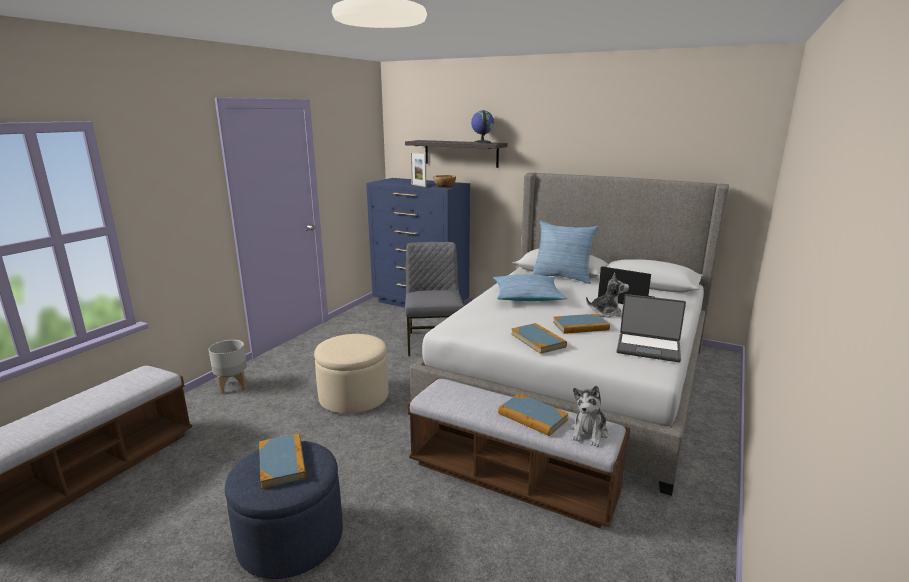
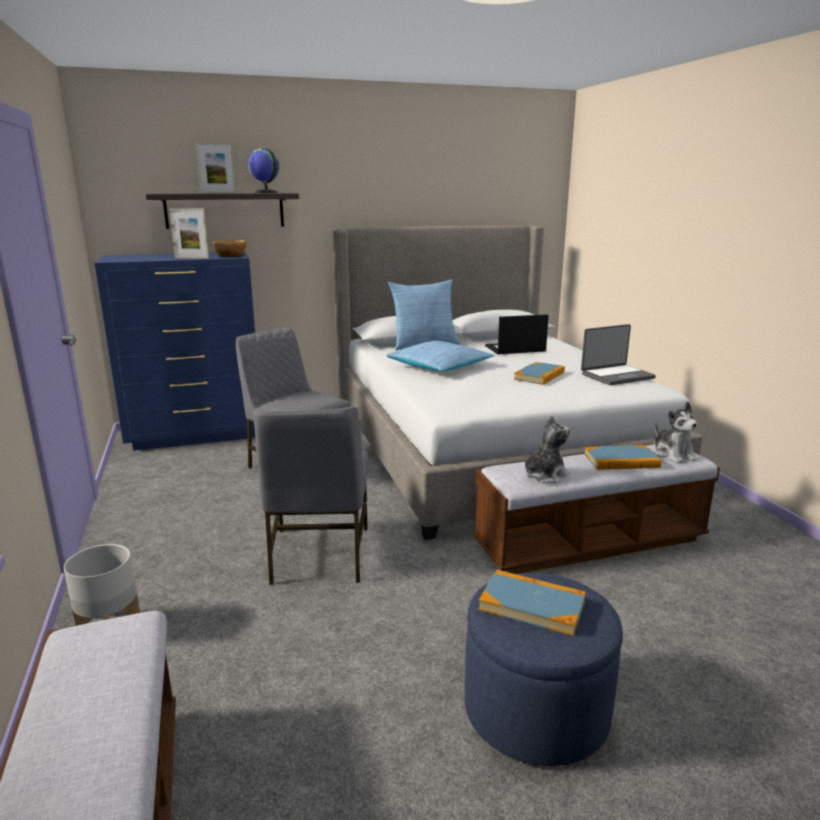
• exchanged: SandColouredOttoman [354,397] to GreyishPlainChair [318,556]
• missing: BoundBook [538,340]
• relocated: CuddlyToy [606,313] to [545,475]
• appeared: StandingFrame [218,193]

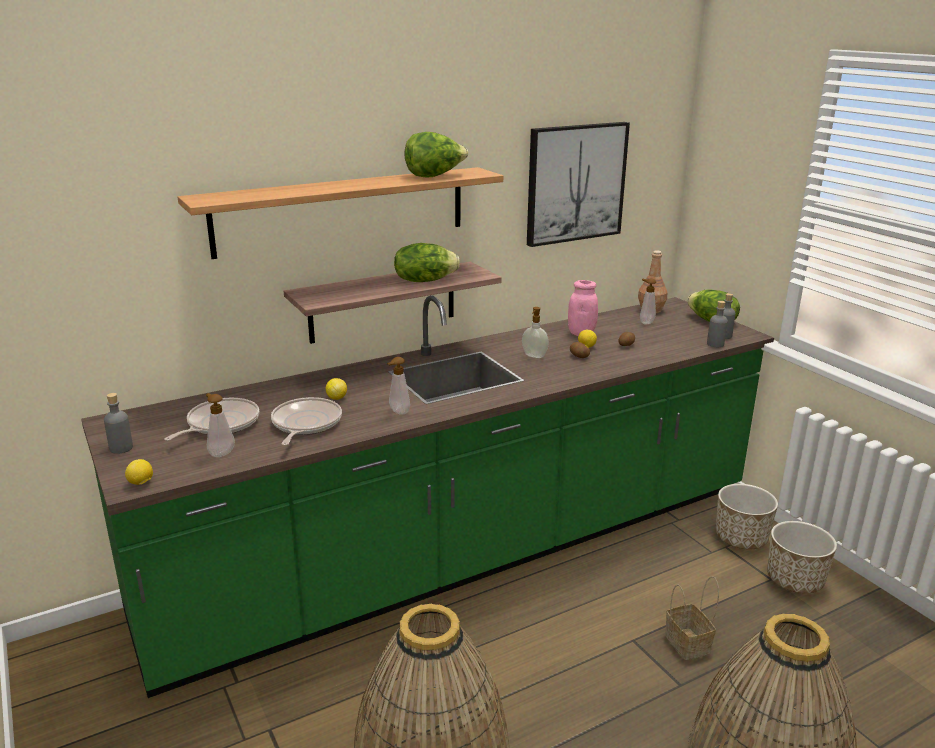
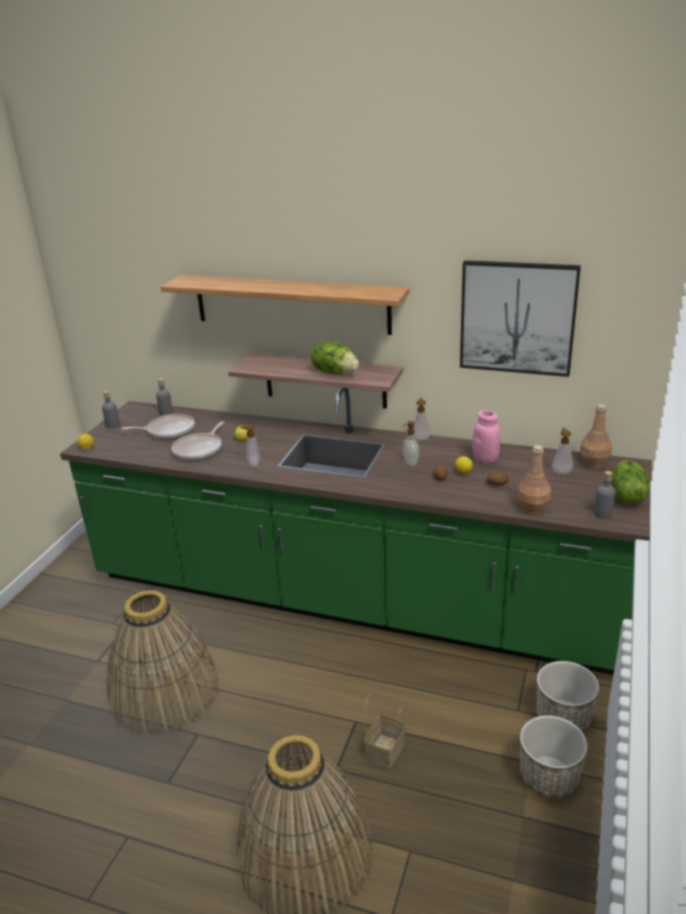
• relocated: SoapBottle [221,453] to [420,438]
• spun: Pan [305,424] = [199,449] 150 degrees clockwise
• missing: LettuceHead [434,176]
• relocated: GreyishDrinkBottle [715,344] to [166,412]
• appeared: BrownishDrinkBottle [533,508]

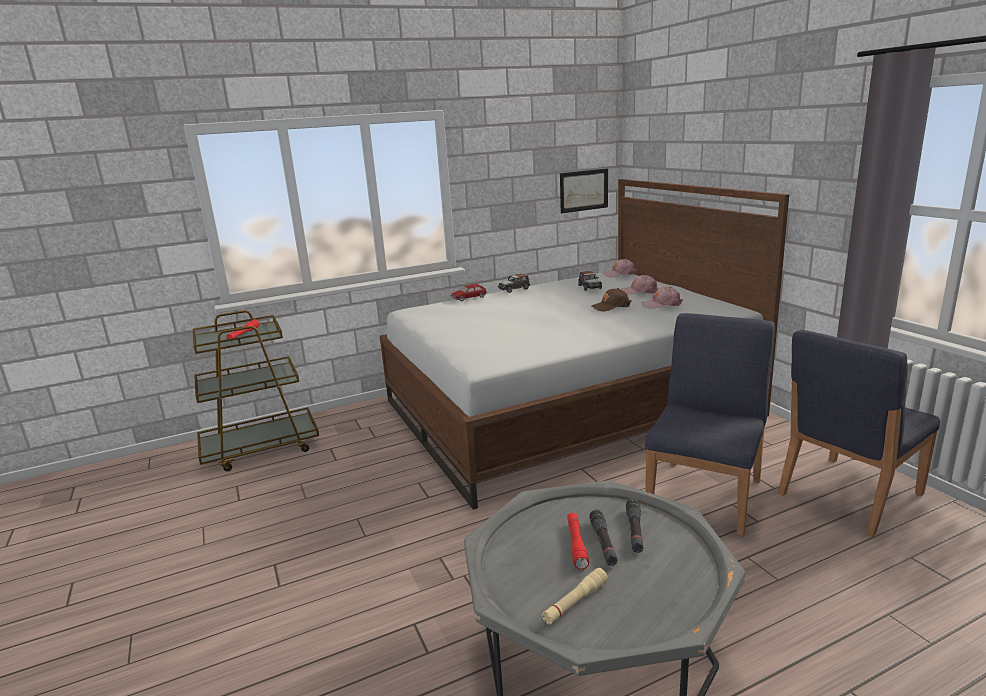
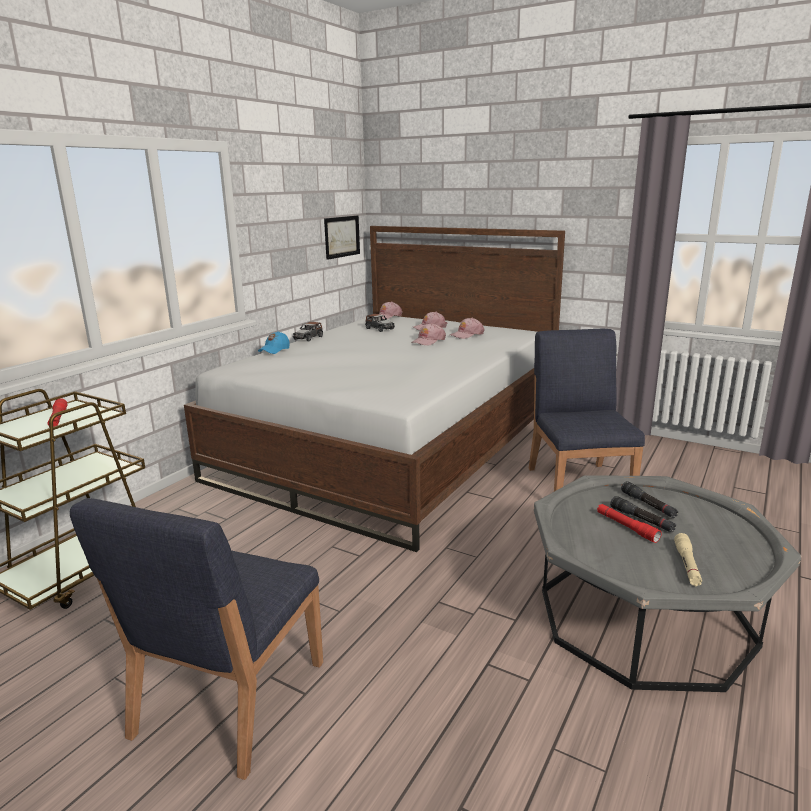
• exchanged: ToyCar [469,298] to BlueCap [274,350]
• colour: BrownishCap [611,306] to PinkCap [428,341]
• relocated: BluePlainChair [848,494] to [228,699]

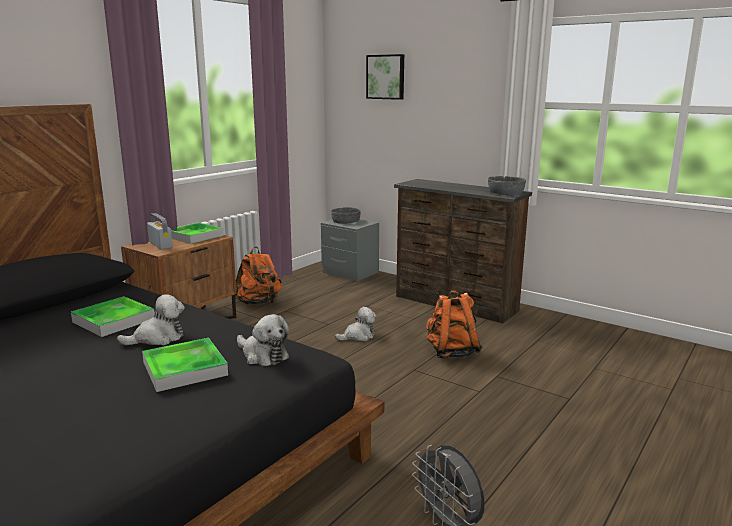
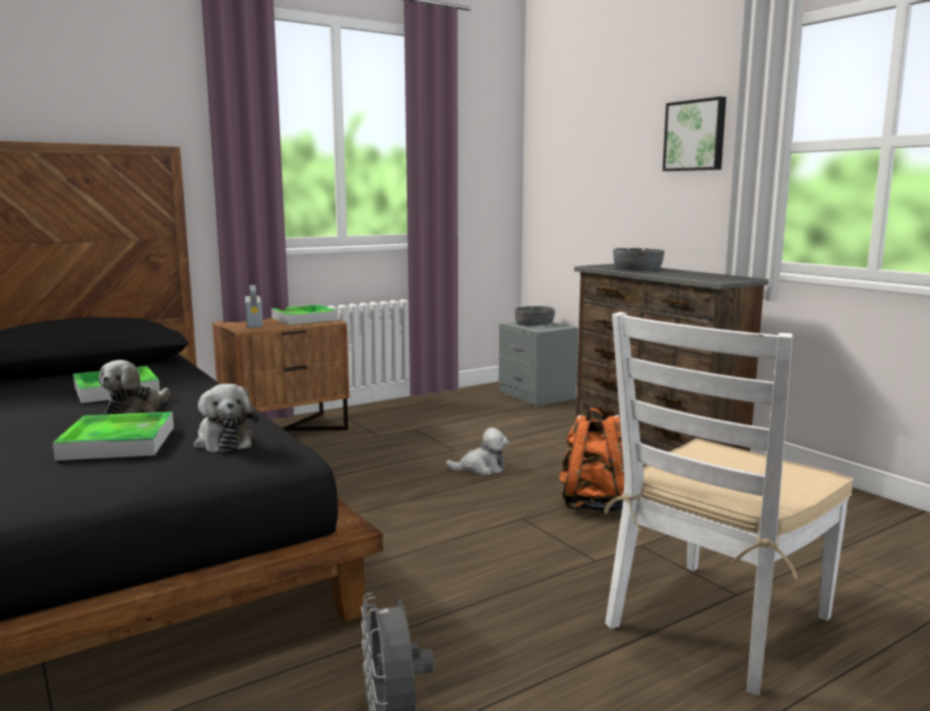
• spun: CuddlyToy [157,338] = [135,411] 120 degrees clockwise
• missing: OrangeyBackpack [259,303]
• relocated: WallArt [386,77] to [695,135]
• relocated: GreyishDeepDish [506,192] to [638,268]
• appeared: WhiteColouredPlainChair [717,622]

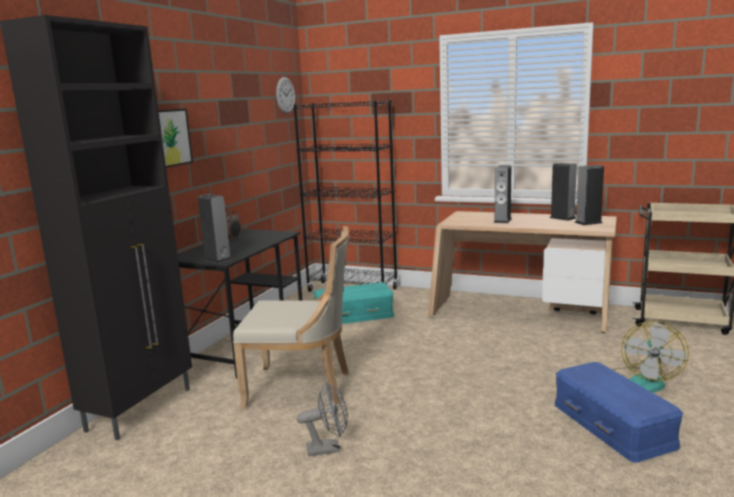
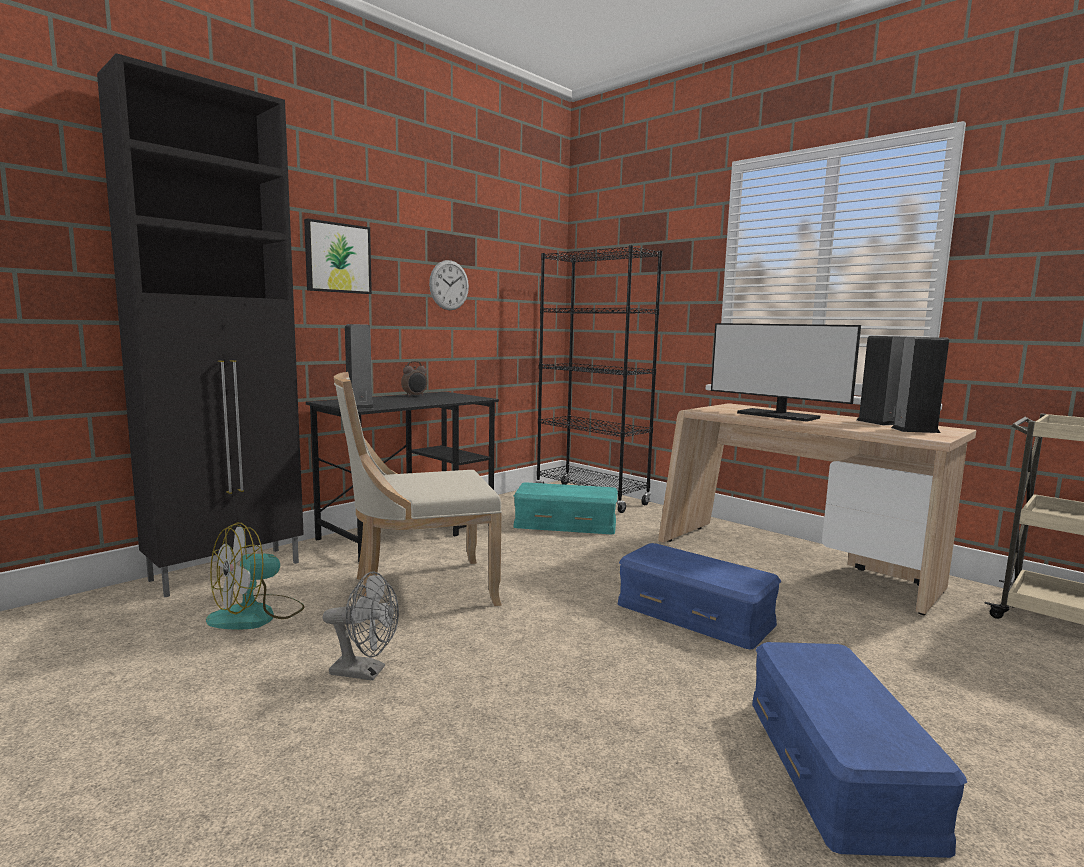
• spun: SandColouredPlainChair [302,387] = [418,589] 135 degrees clockwise
• relocated: WallClock [285,95] to [449,285]
• exchanged: AudioSpeaker [502,220] to ComputerScreen [777,415]
• relocated: ElectricFan [644,381] to [257,615]
• appeared: BlueStorageContainer [693,614]

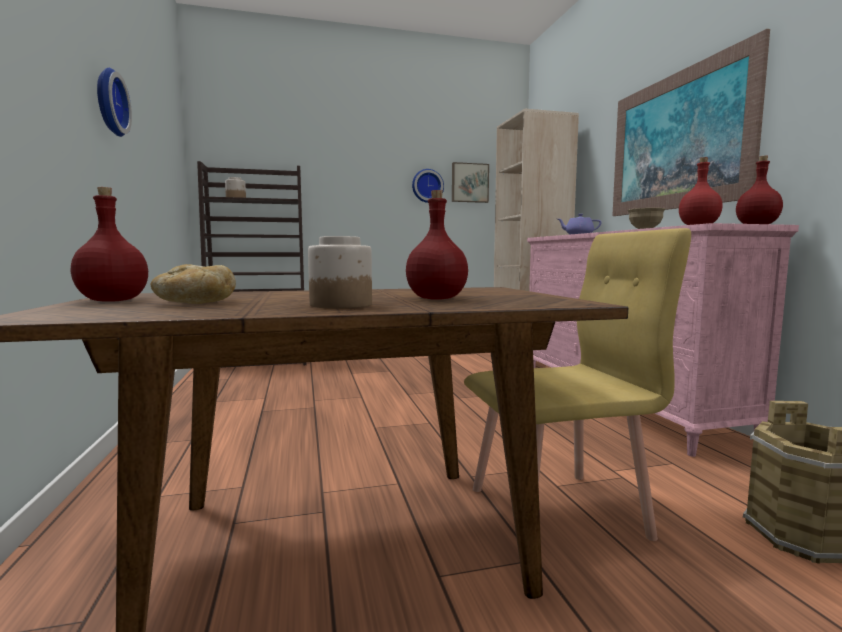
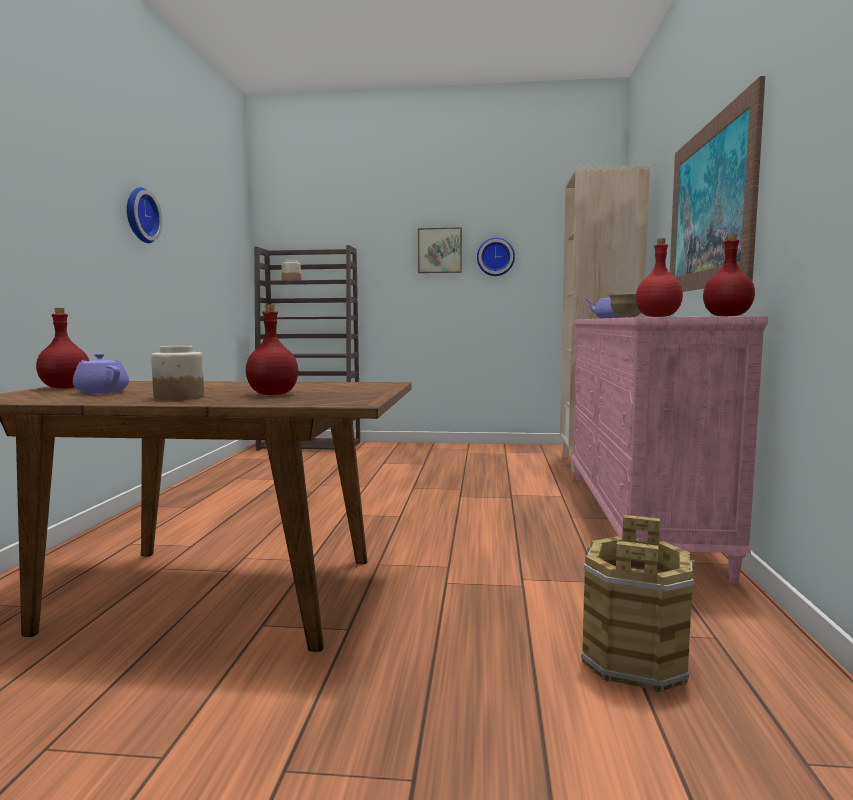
• exchanged: Bread [195,303] to PurpleTeaPot [101,392]
• relocated: WallArt [469,183] to [440,250]
• missing: YellowColouredPlainChair [558,512]

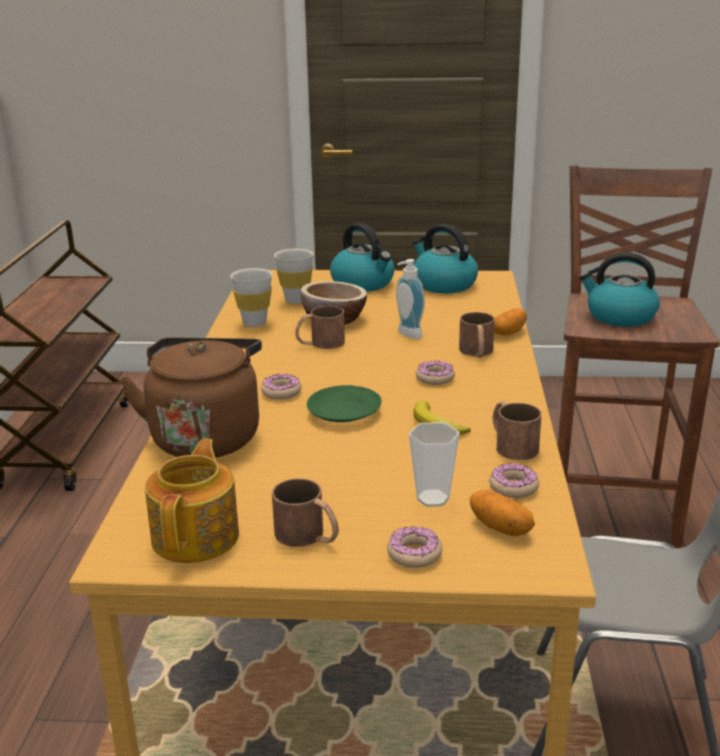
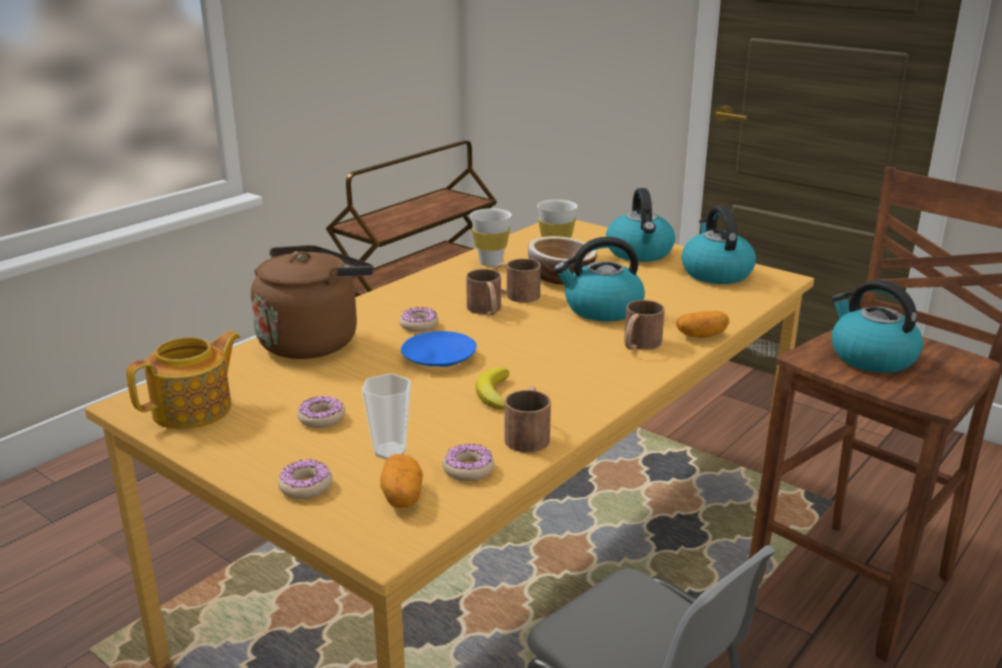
• relocated: BrownishMug [308,536] to [486,310]
• colour: GreenDinnerPlate [345,412] to BlueDinnerPlate [440,358]
• exchanged: SoapBottle [407,335] to TeaKettle [601,309]
• relocated: Doughnut [435,378] to [321,418]

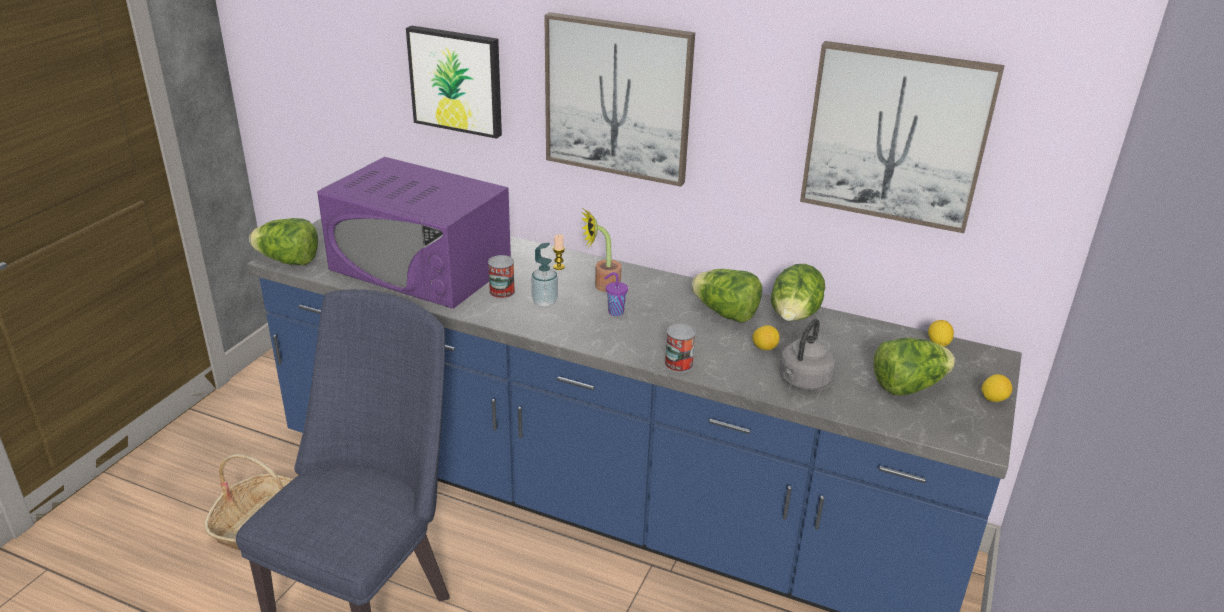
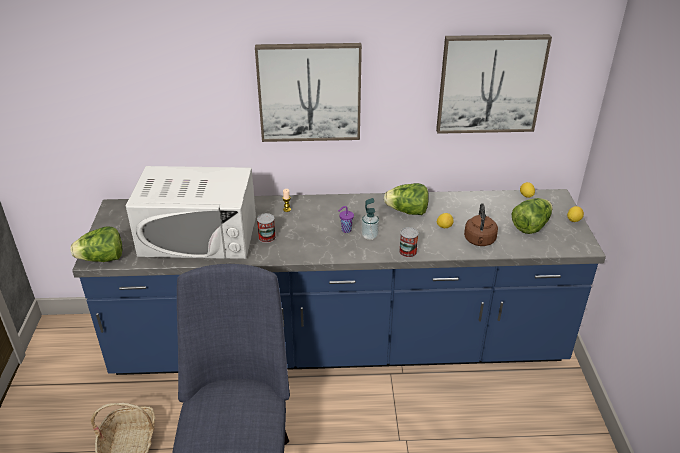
• colour: PurpleMicrowave [420,267] to WhiteColouredMicrowave [199,236]
• missing: WallArt [457,80]
• relocated: SoapBottle [544,302] to [369,236]
• missing: PottedPlant [602,286]
• missing: LettuceHead [794,318]
• colour: GreyishTeaKettle [803,382] to BrownishTeaKettle [479,241]

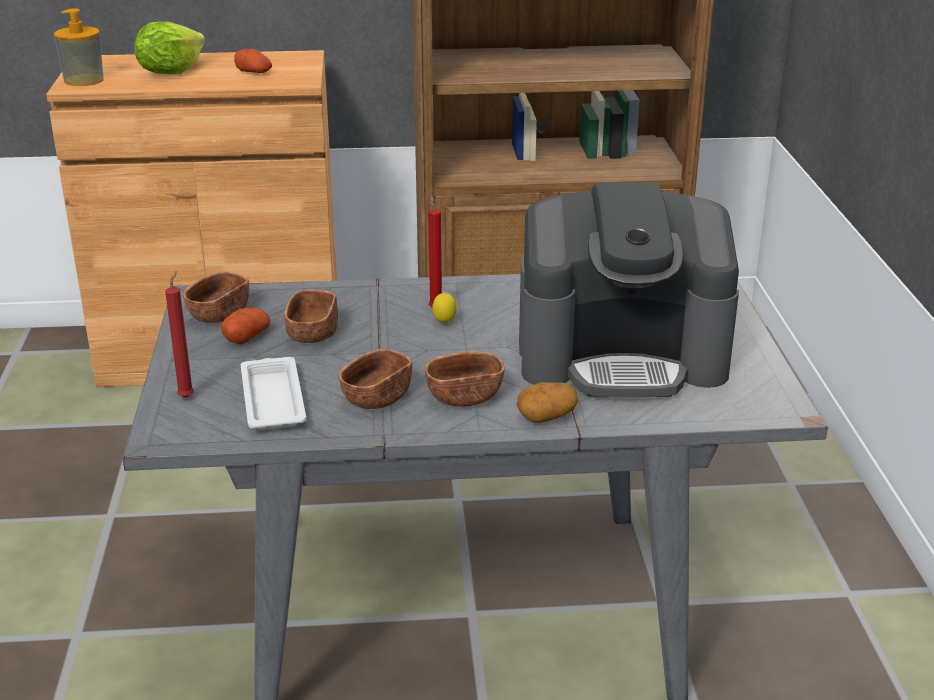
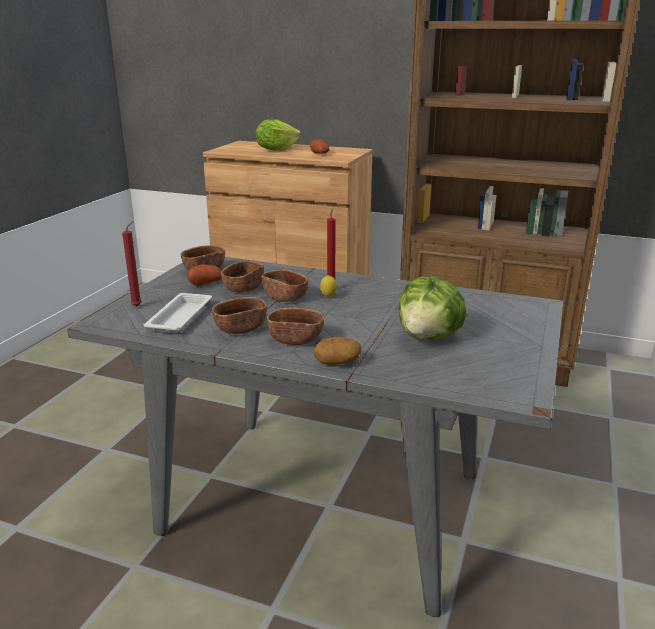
• missing: SoapBottle [84,80]
• exchanged: CoffeeMaker [622,355] to LettuceHead [429,337]
• appeared: BrownishDeepDish [285,297]

